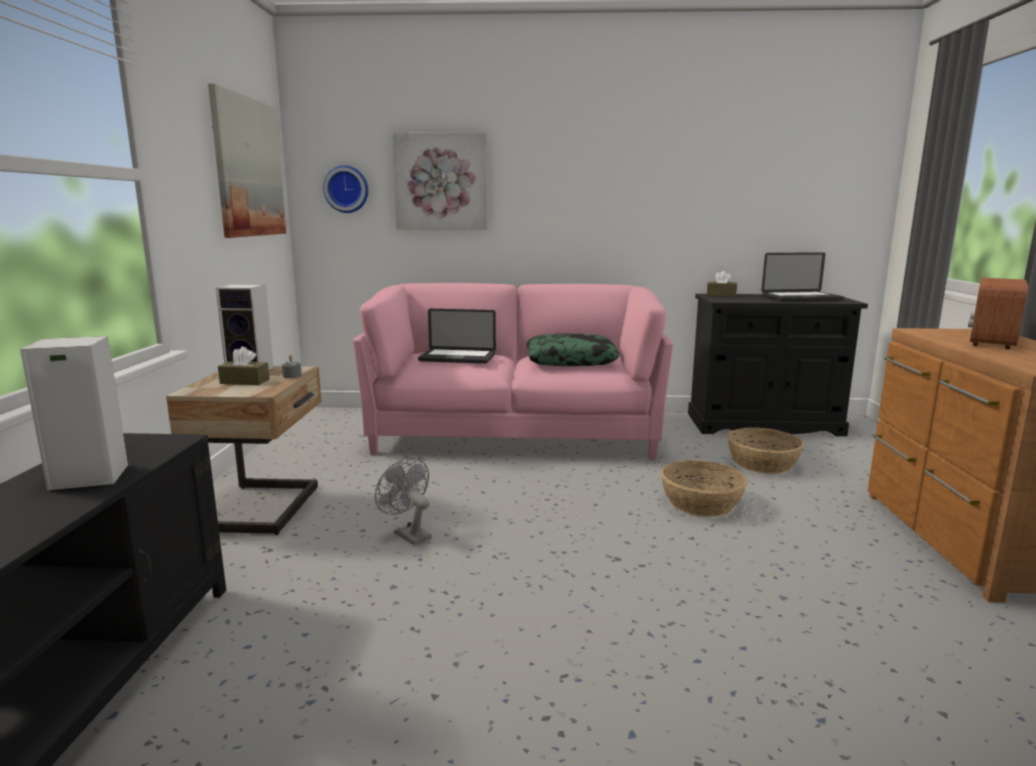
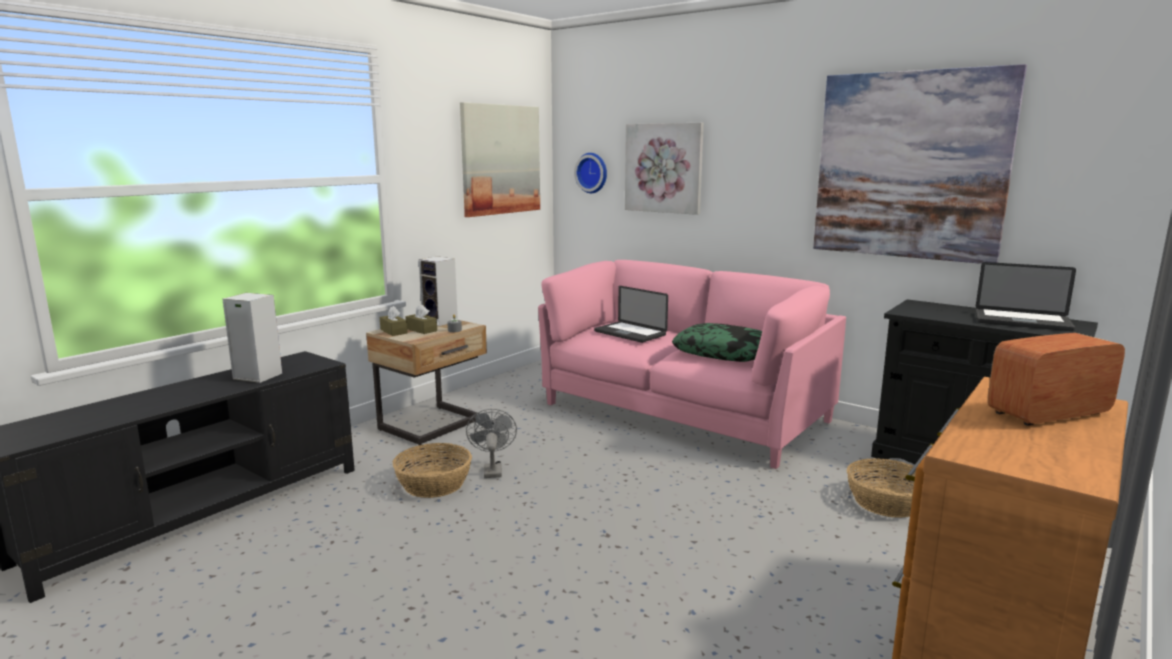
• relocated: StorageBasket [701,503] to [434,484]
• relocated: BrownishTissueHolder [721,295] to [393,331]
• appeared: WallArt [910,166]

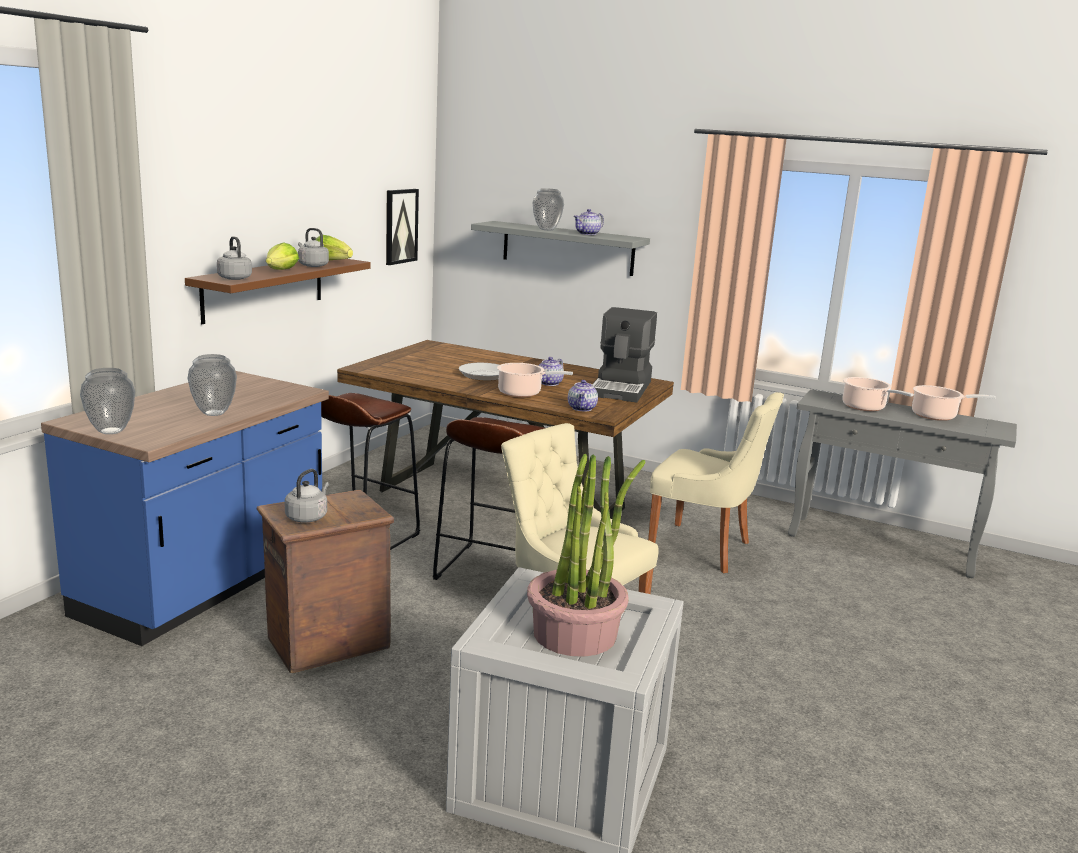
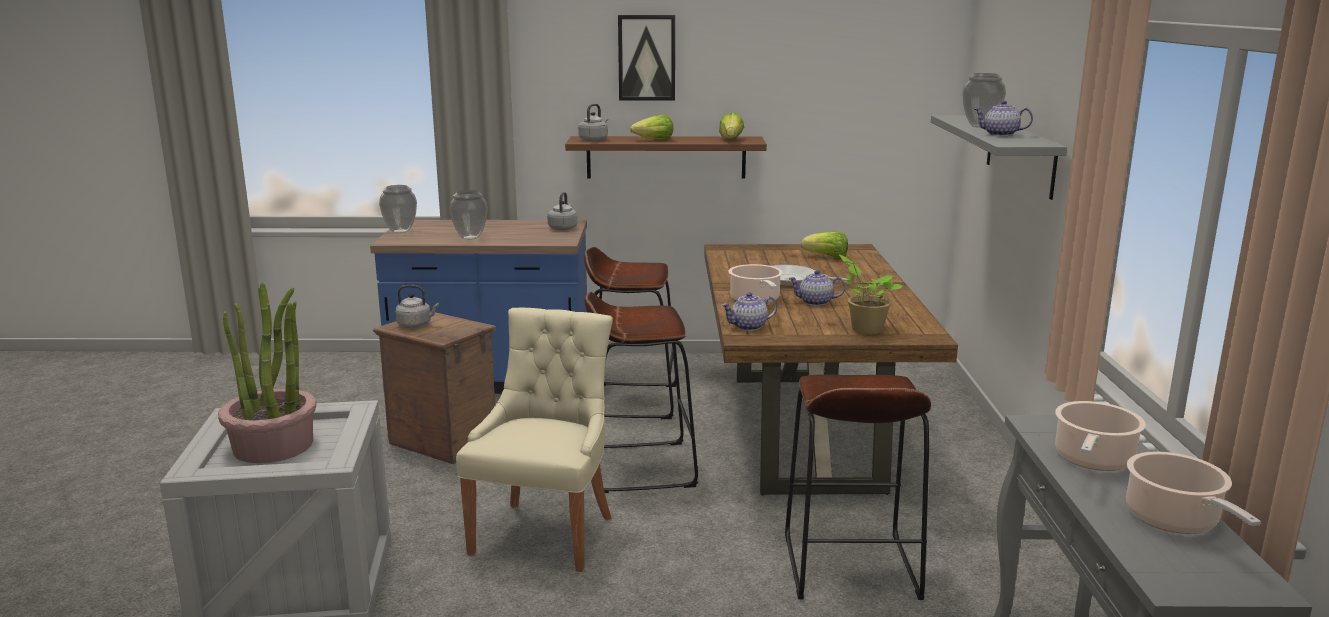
• relocated: GreyishTeaKettle [312,265] to [563,228]
• relocated: WallArt [400,226] to [646,58]
• exchanged: CoffeeMaker [622,388] to PottedPlant [864,329]
• exchanged: SandColouredPlainChair [703,549] to BrownishStoolSeat [849,566]
• appeared: LettuceHead [826,257]

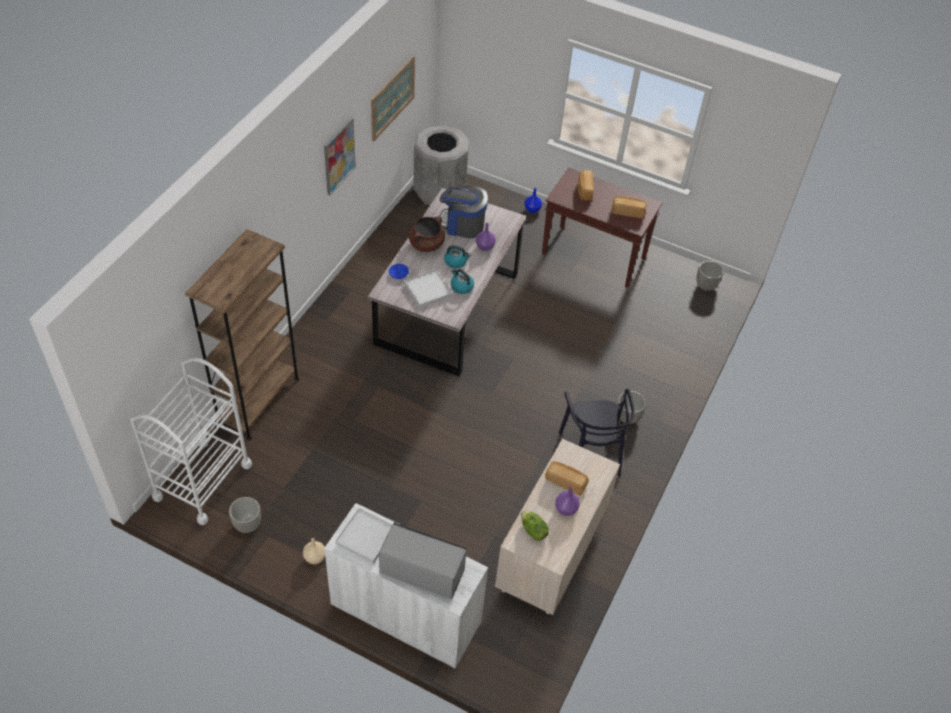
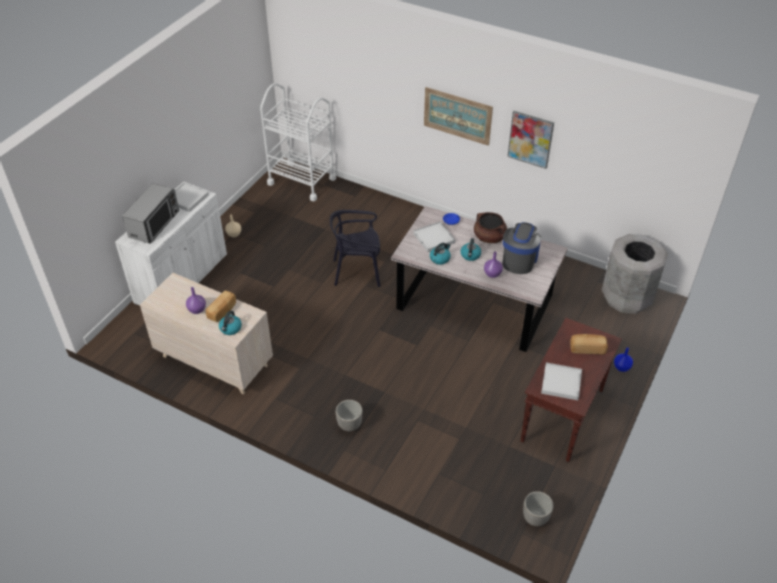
• missing: BrownishShelvingUnit [258,401]
• missing: Planter [247,524]
• relocated: WallArt [392,98] to [457,115]
• missing: LettuceHead [533,531]
• relocated: BlackColouredPlainChair [591,452] to [357,271]
• exchanged: Bread [628,212] to WhiteColouredCarryingTray [561,383]
• appeared: TeaKettle [230,329]

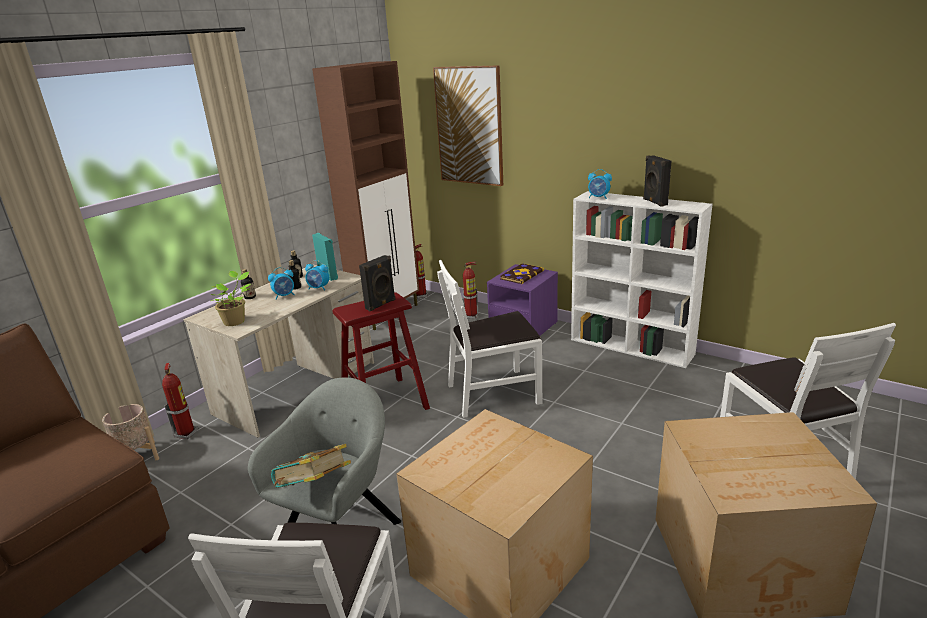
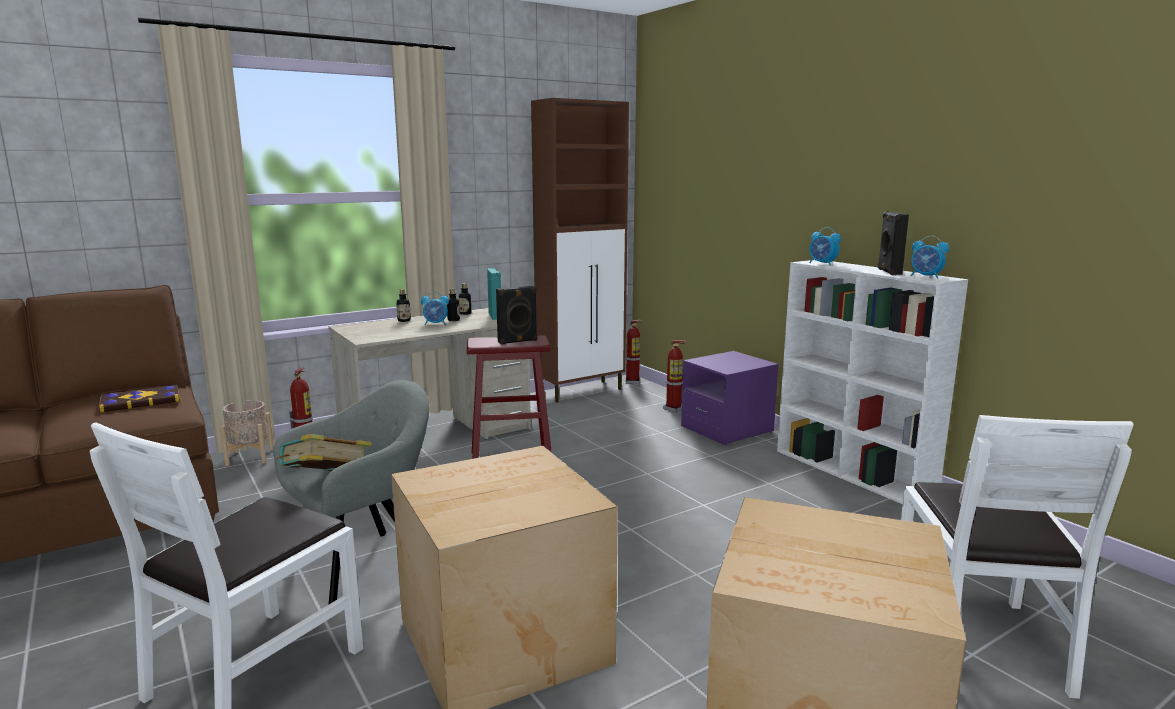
• missing: PottedPlant [236,321]
• relocated: BedsideClock [319,288] to [926,277]
• missing: WallArt [469,126]
• missing: WhiteColouredPlainChair [493,393]
• relocated: BoundBook [521,275] to [141,401]

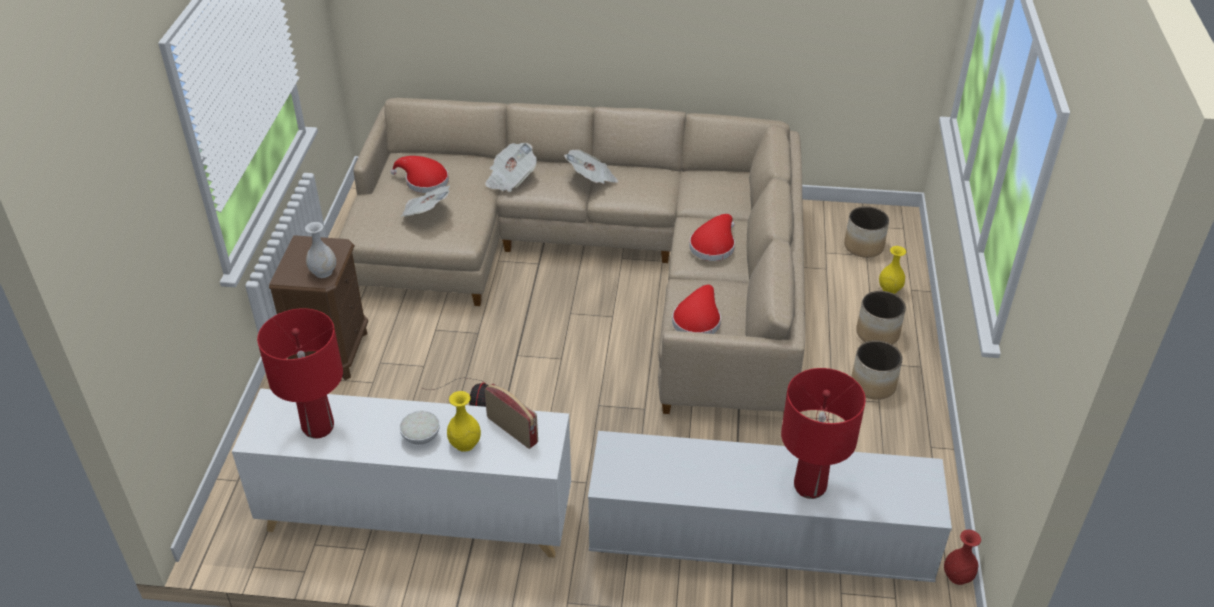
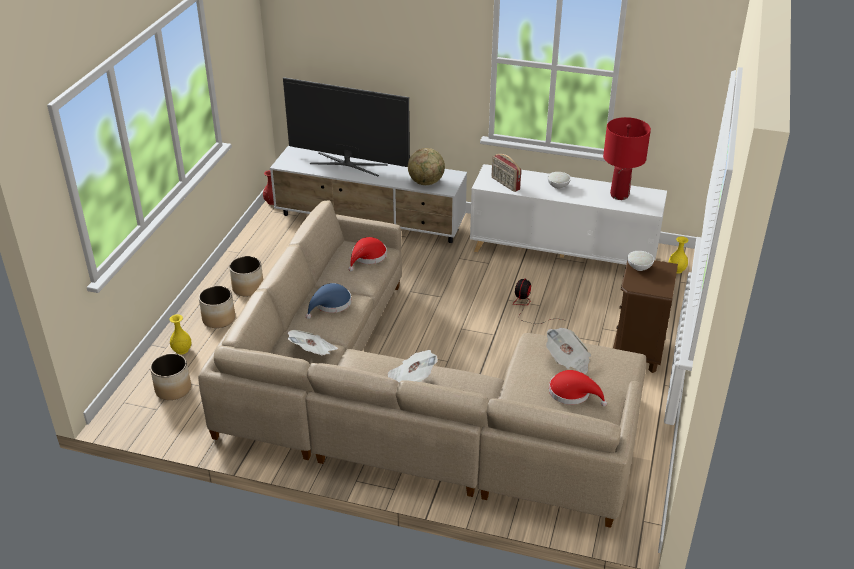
• exchanged: WhiteColouredDecorativeVase [323,272] to WhiteColouredDeepDish [639,267]
• relocated: YellowColouredDecorativeVase [464,443] to [677,270]
• relocated: Newspaper [510,179] to [313,352]
• colour: ReddishHat [713,245] to BlueHat [330,304]
• exchanged: ReddishTabletopLamp [809,487] to TvSet [348,164]
• appeared: DeskGlobe [426,182]

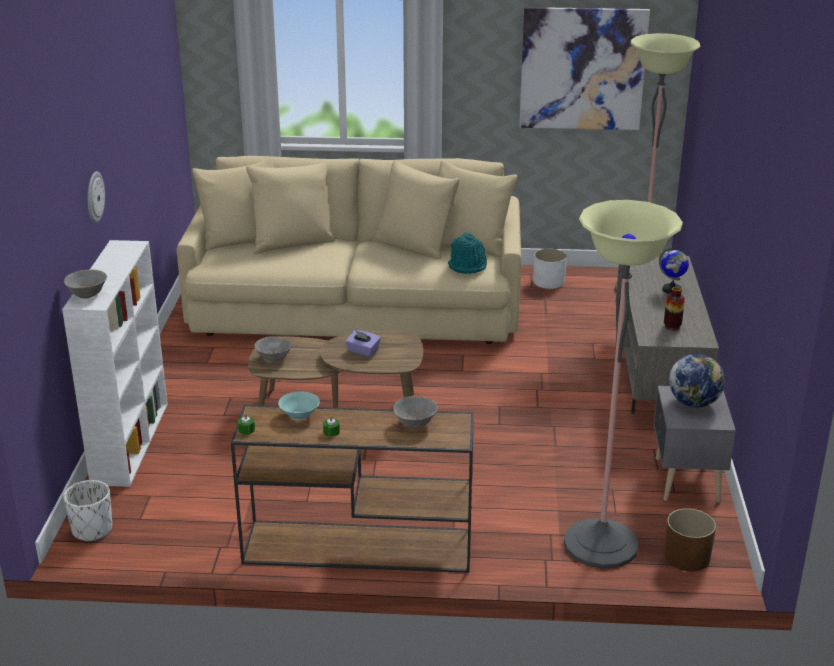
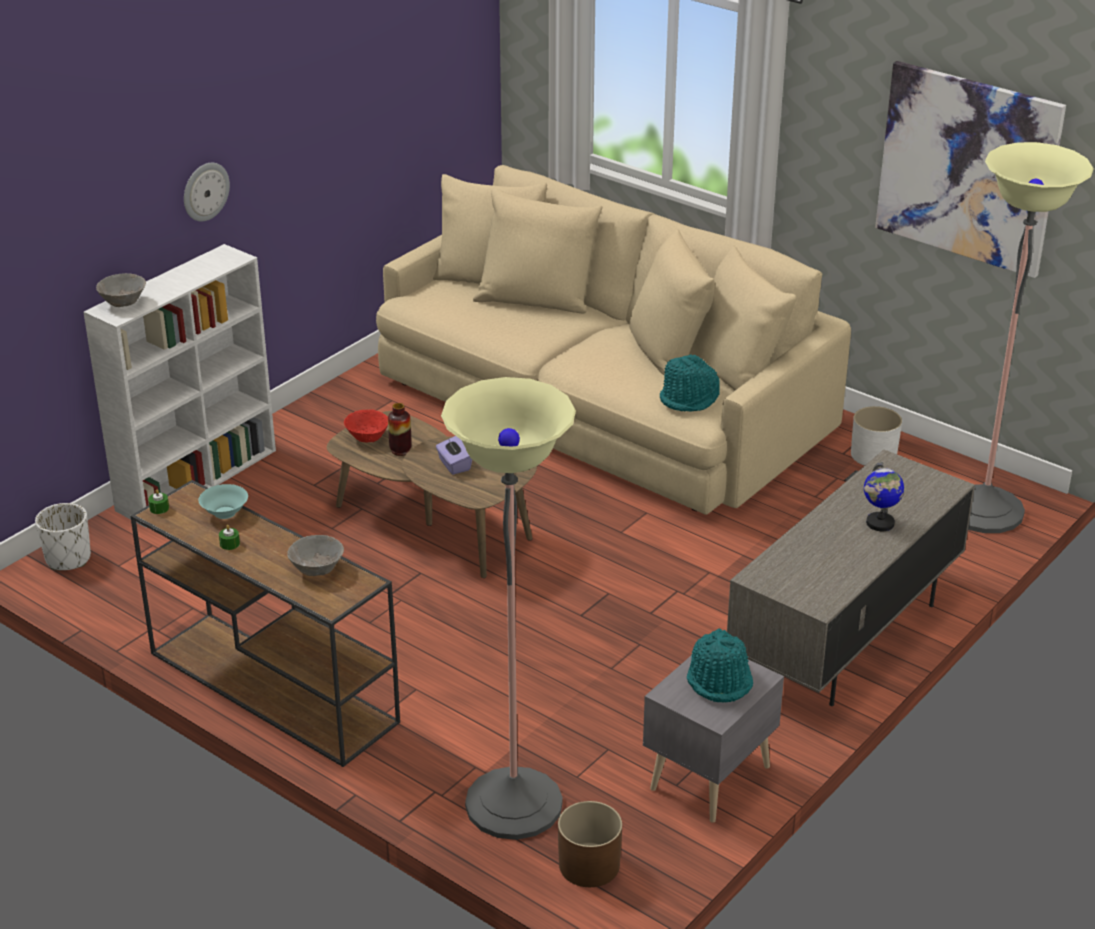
• colour: GreyishDeepDish [273,358] to ReddishDeepDish [367,437]
• relocated: DecorativeVase [672,327] to [400,450]
• exchanged: DeskGlobe [694,403] to TurquoiseColouredHat [719,680]

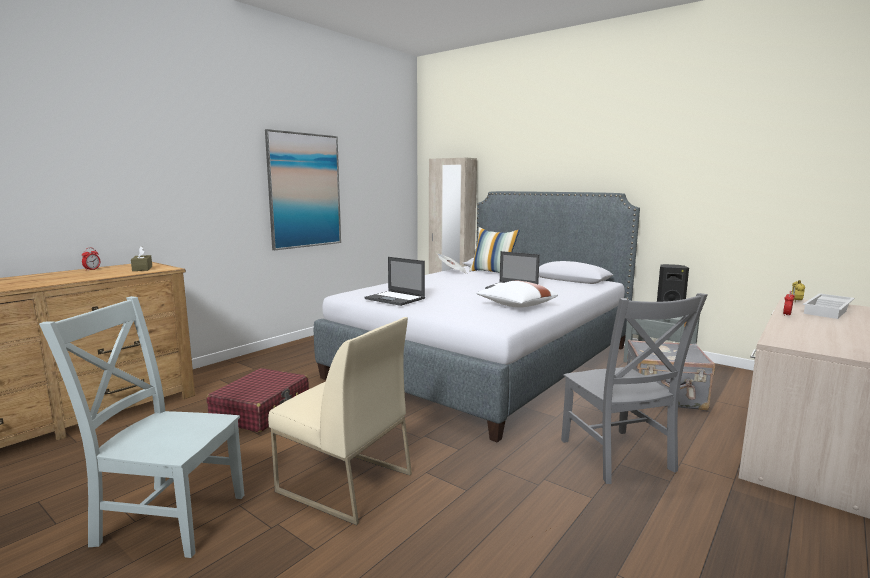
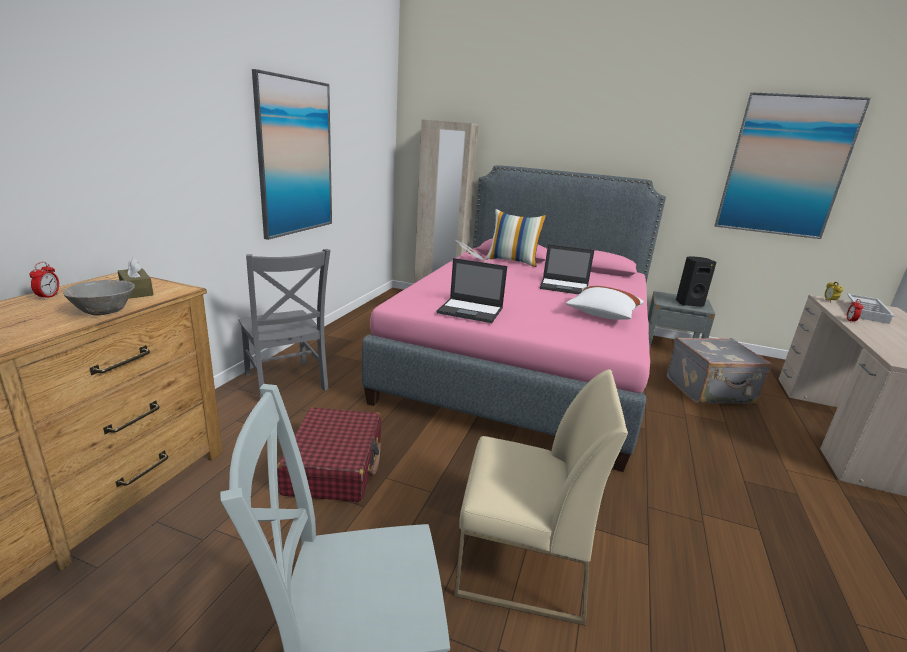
• colour: GreyishBed [485,361] to PinkBed [523,361]
• relocated: GreyishPlainChair [618,457] to [286,383]
• appeared: GreyishDeepDish [105,311]
• appeared: WallArt [785,167]

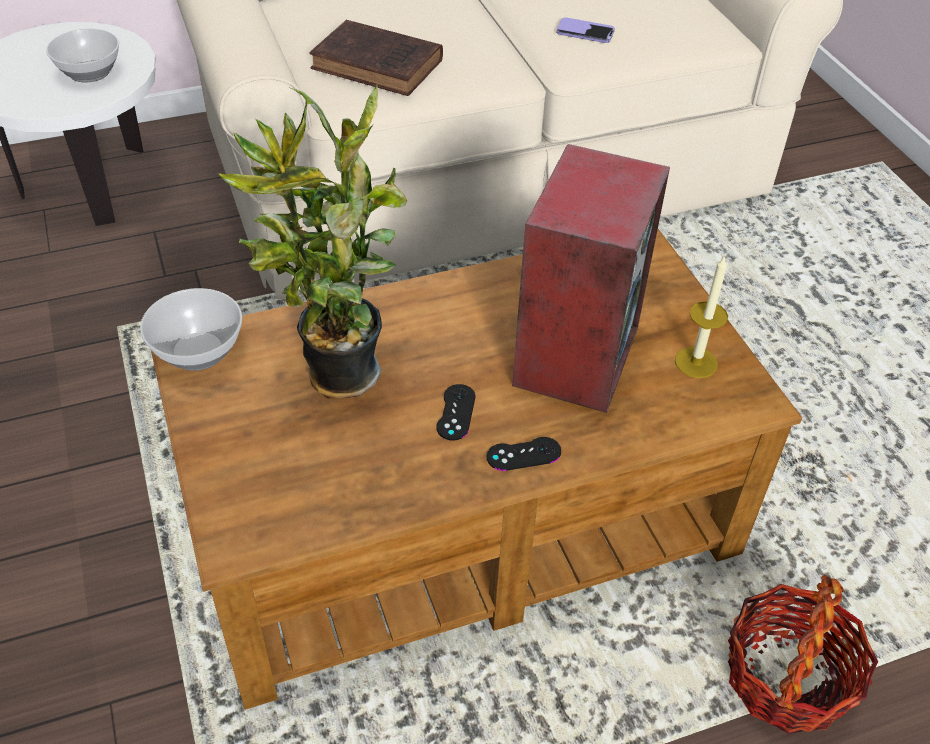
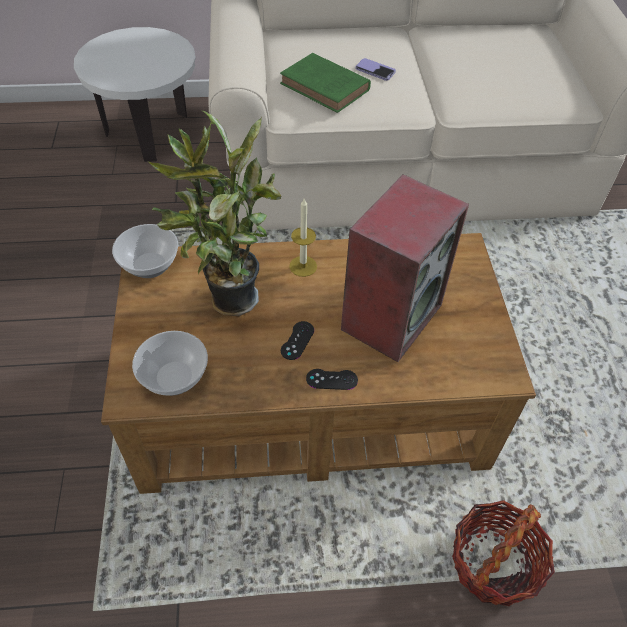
• relocated: DeepDish [88,72] to [173,377]
• colour: BrownishBoundBook [380,65] to GreenBoundBook [326,88]
• relocated: Handset [585,32] to [375,70]
• relocated: Candle [696,362] to [303,266]

